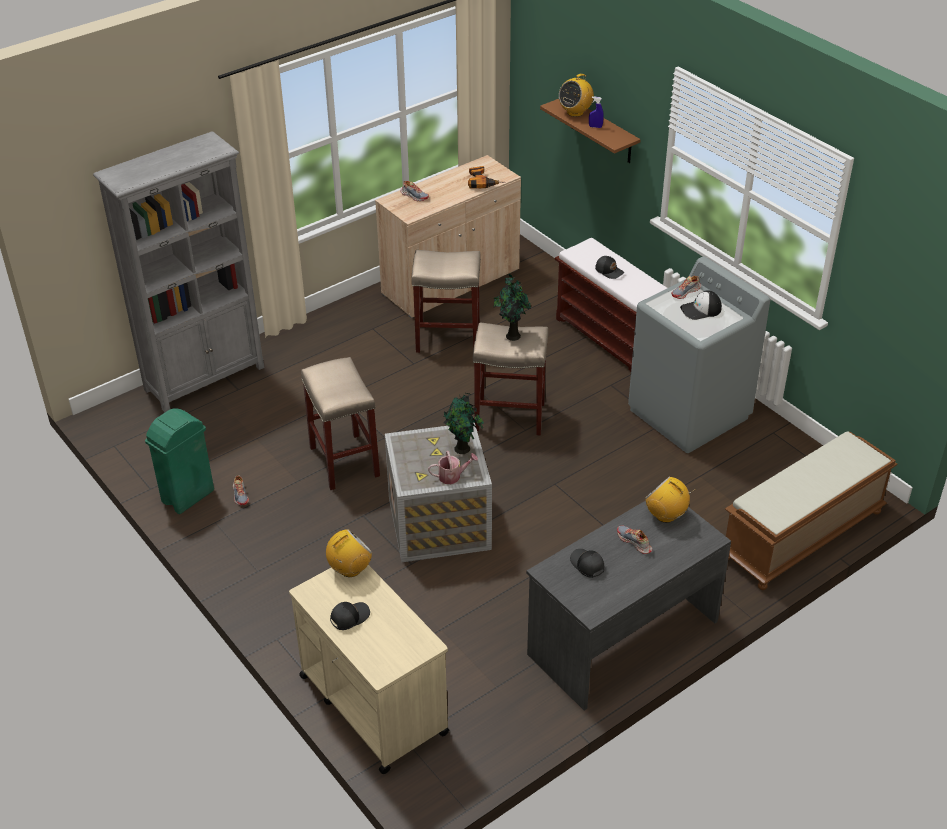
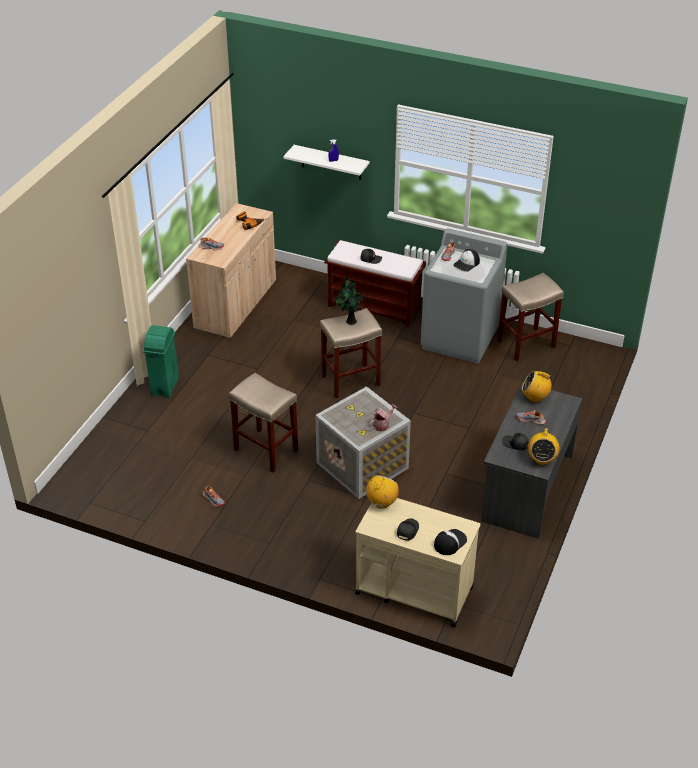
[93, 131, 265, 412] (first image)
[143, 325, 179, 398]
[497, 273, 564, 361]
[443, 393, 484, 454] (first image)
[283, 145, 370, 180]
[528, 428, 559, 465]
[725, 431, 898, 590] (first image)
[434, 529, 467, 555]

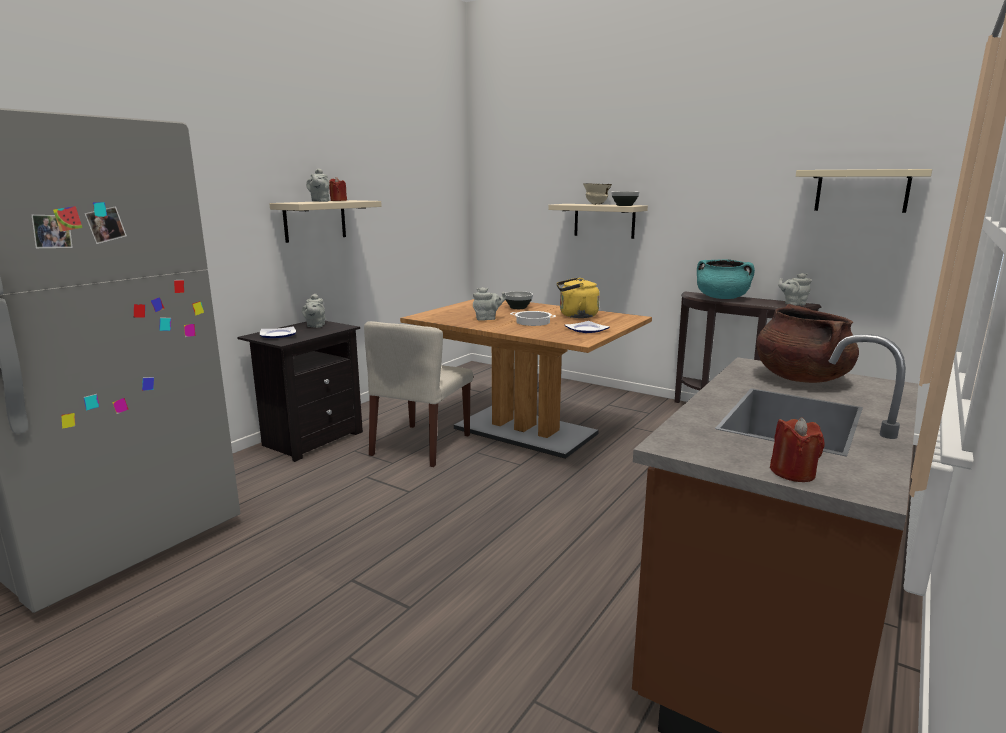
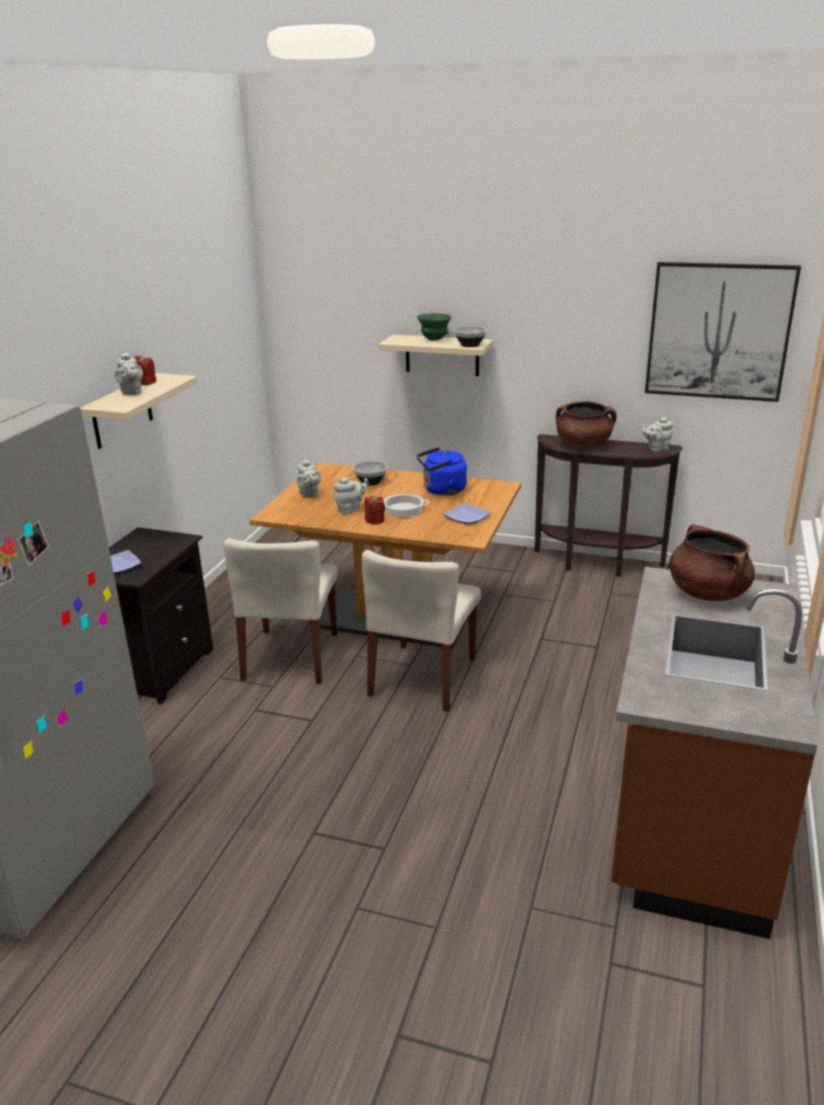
[297, 458, 321, 497]
[417, 447, 467, 496]
[417, 313, 451, 341]
[556, 401, 617, 447]
[365, 495, 385, 525]
[645, 262, 801, 402]
[362, 550, 481, 712]

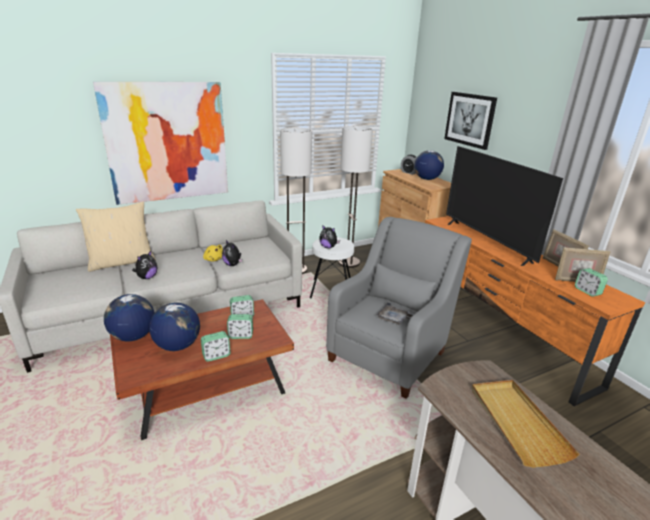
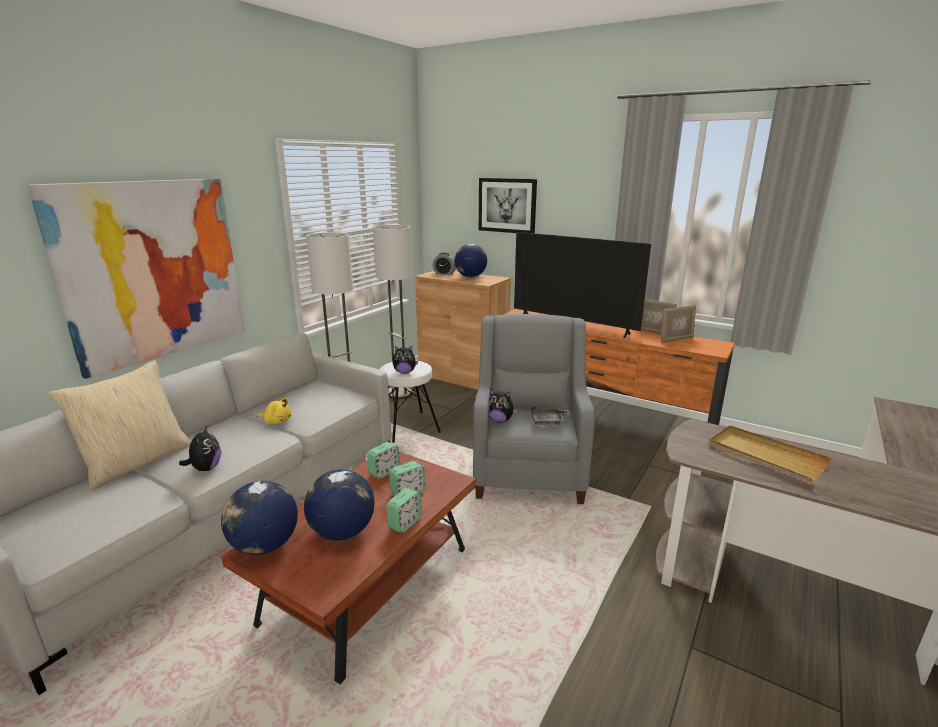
[489, 389, 517, 423]
[575, 268, 608, 296] (first image)

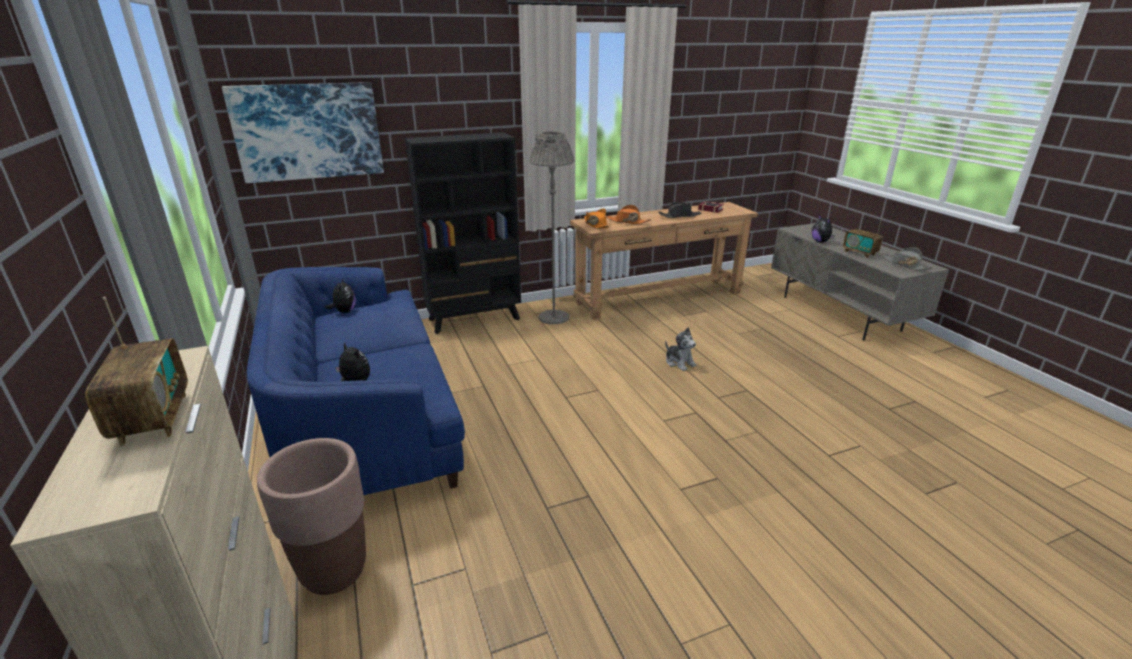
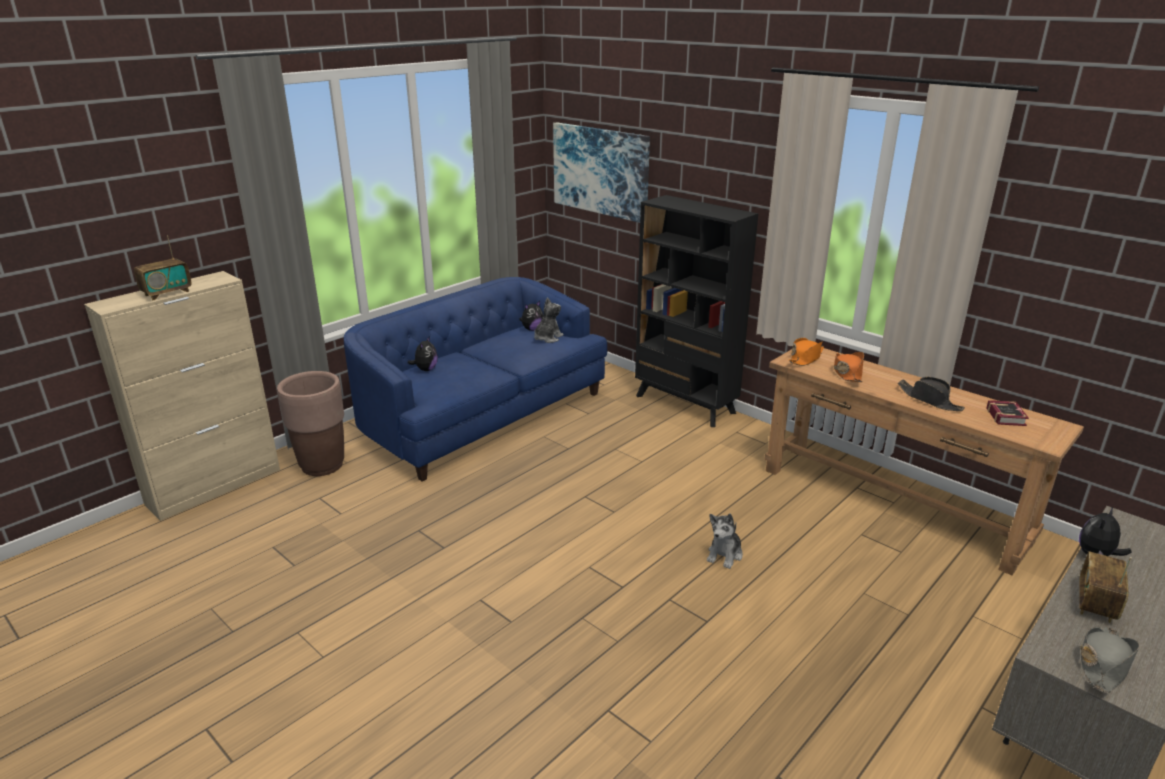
[530, 131, 575, 324] (first image)
[534, 297, 563, 343]

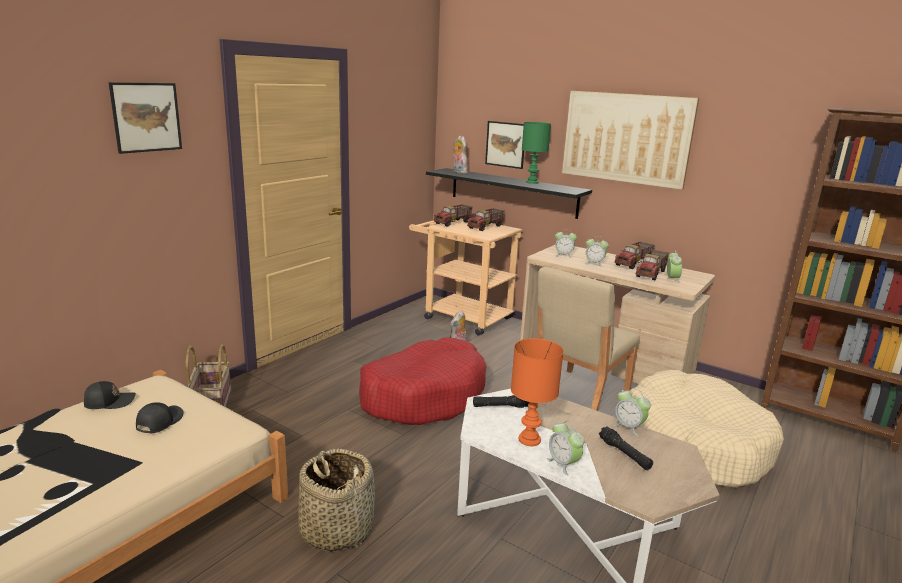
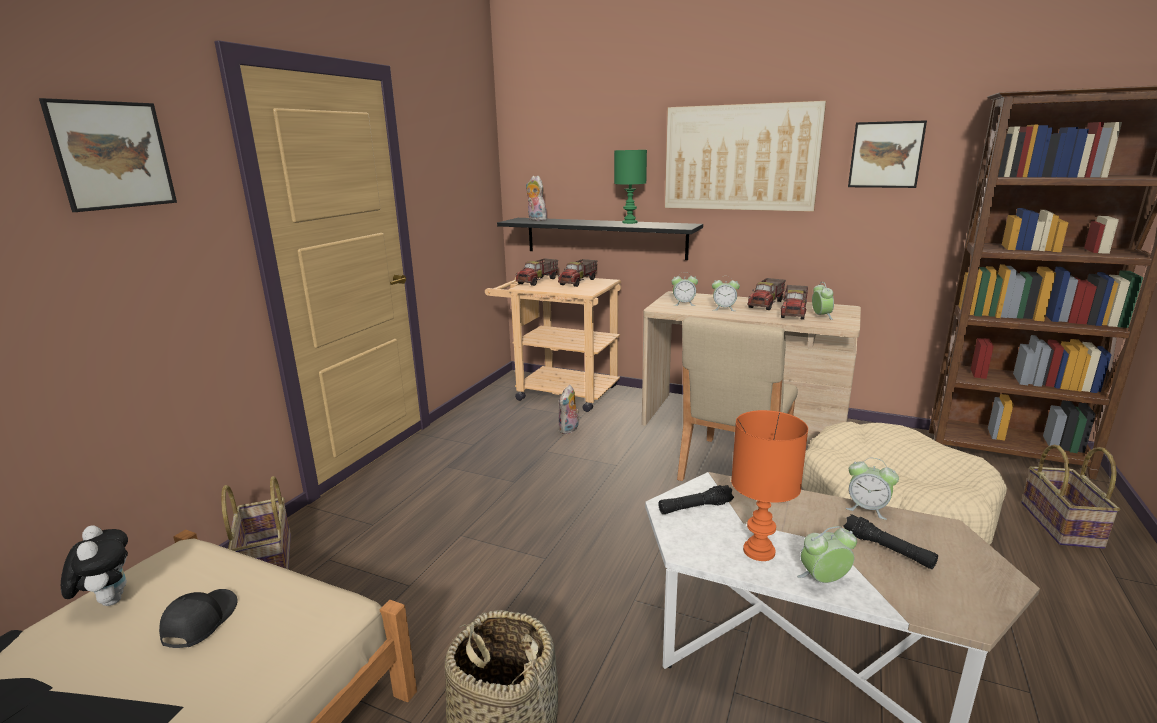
[61, 525, 128, 606]
[359, 337, 486, 425] (first image)
[848, 120, 927, 188]
[797, 526, 857, 583]
[1022, 445, 1120, 549]

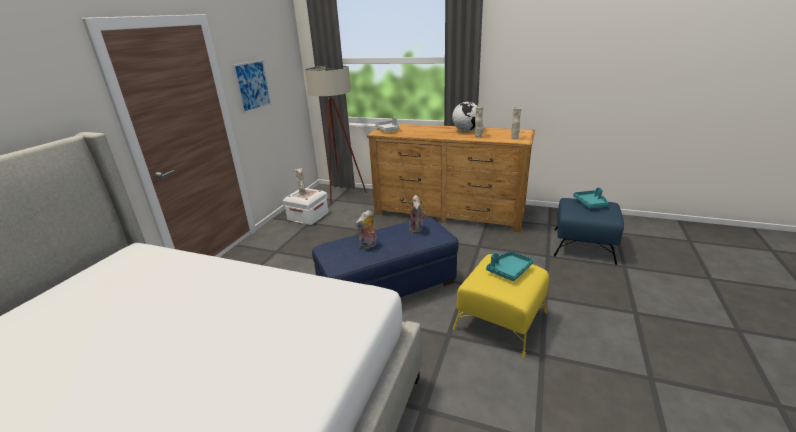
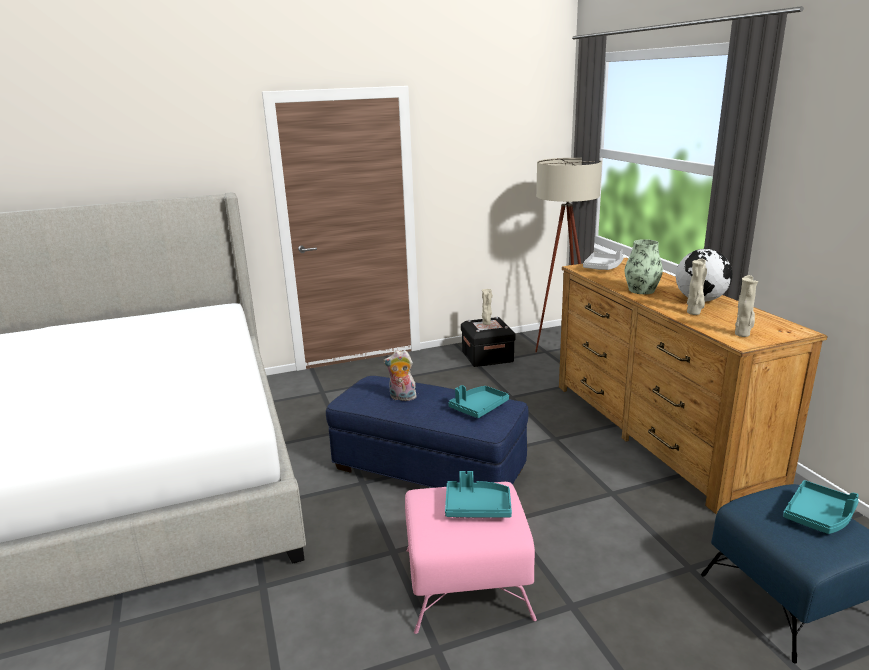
[233, 60, 271, 114] (first image)
[461, 317, 516, 367]
[448, 385, 509, 418]
[405, 482, 537, 634]
[625, 239, 663, 294]

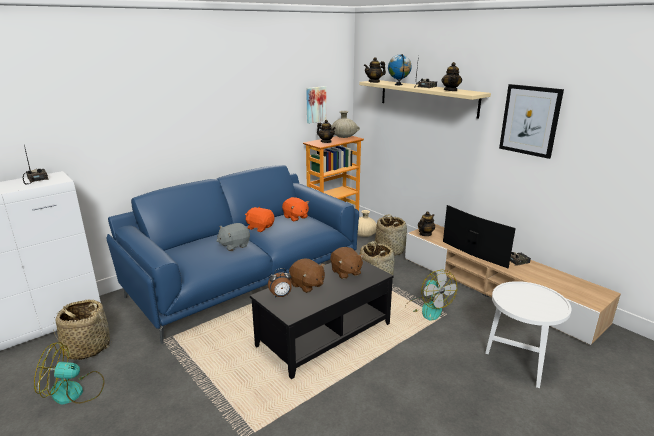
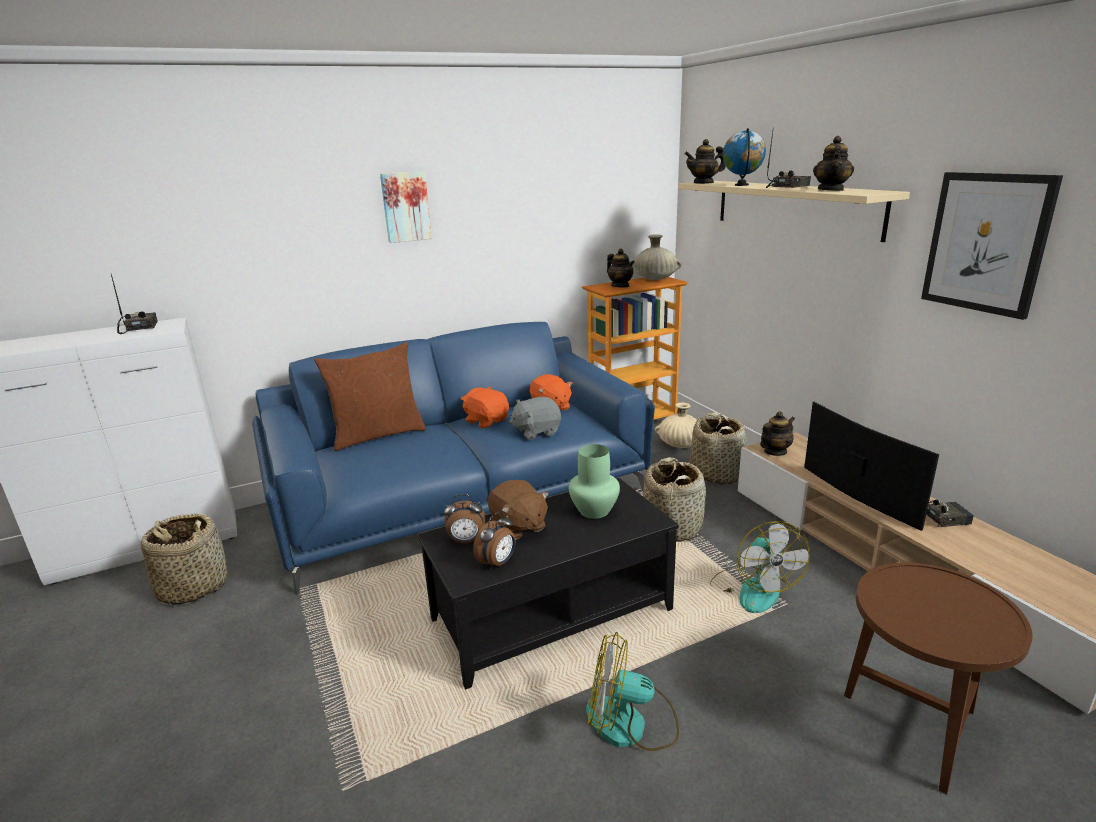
[586, 632, 679, 751]
[509, 397, 561, 439]
[380, 171, 432, 243]
[569, 444, 620, 519]
[844, 562, 1033, 795]
[314, 342, 426, 451]
[473, 512, 515, 570]

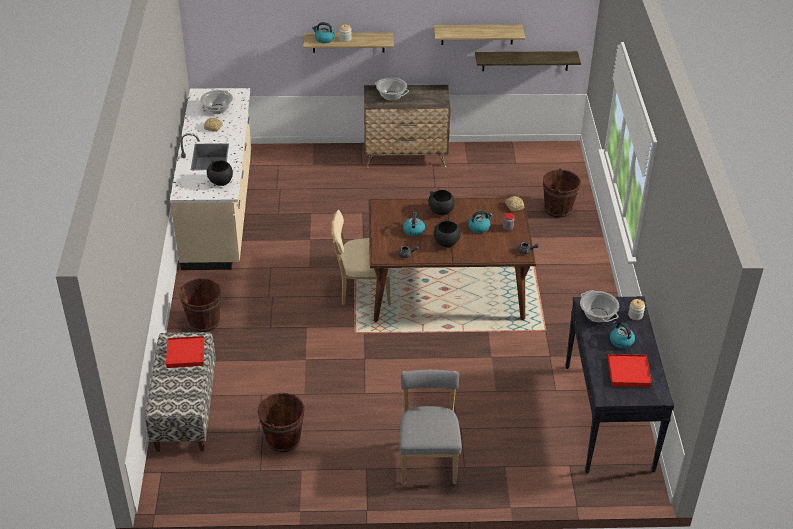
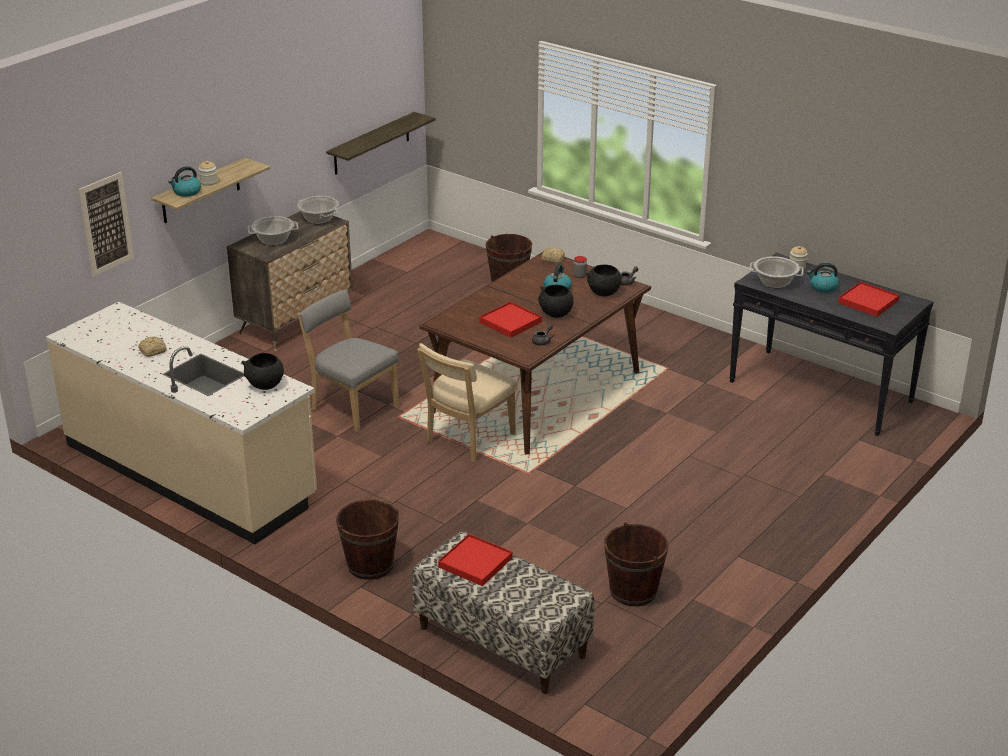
[297, 196, 339, 224]
[298, 289, 399, 432]
[479, 302, 542, 338]
[586, 265, 622, 296]
[434, 25, 525, 45] (first image)
[78, 172, 134, 276]

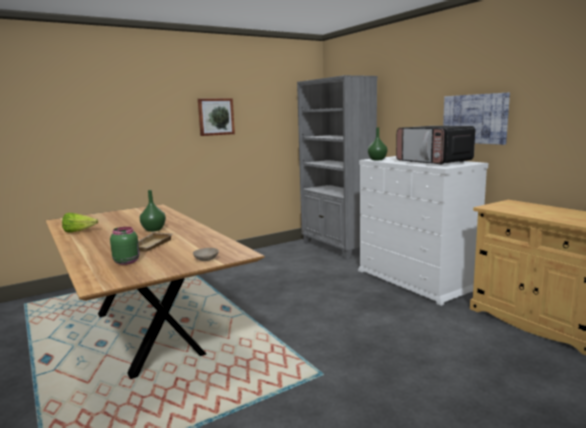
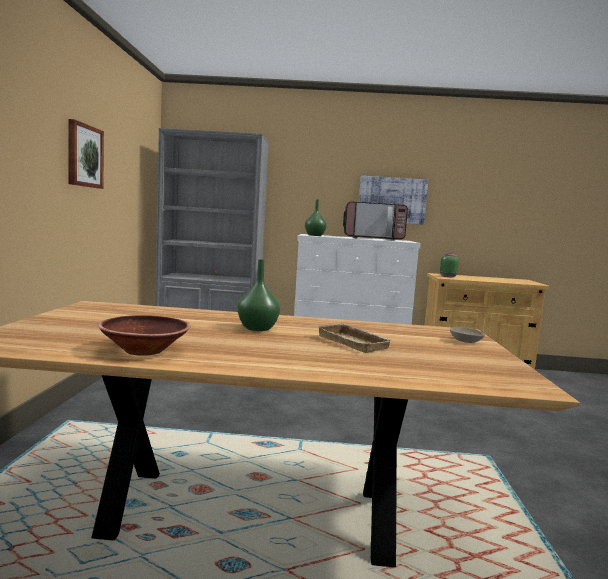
[98, 315, 191, 356]
[440, 253, 459, 277]

